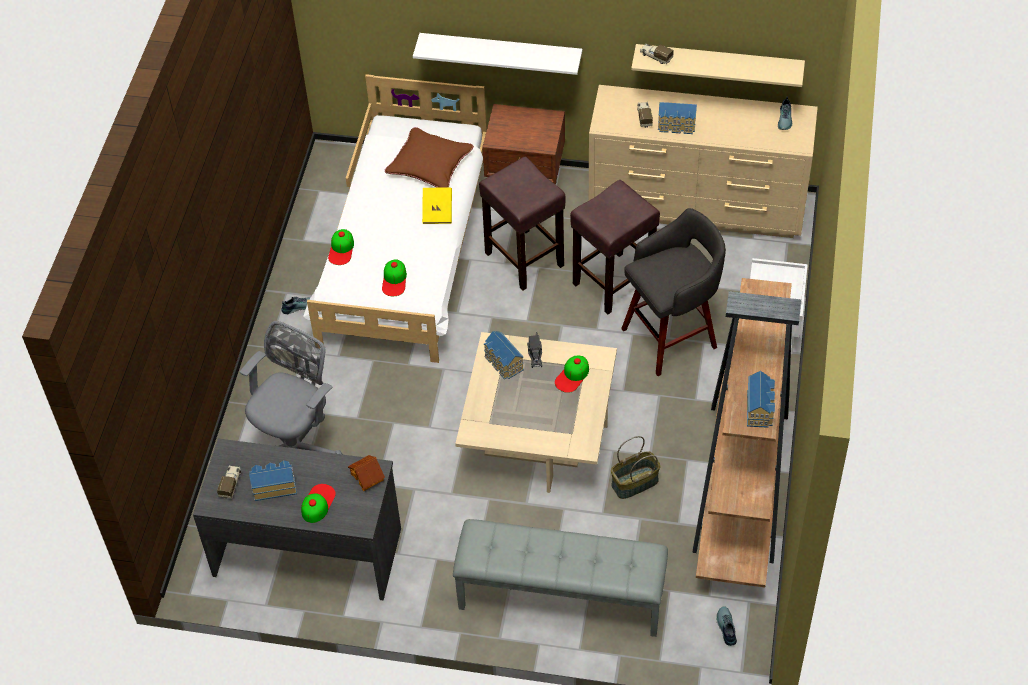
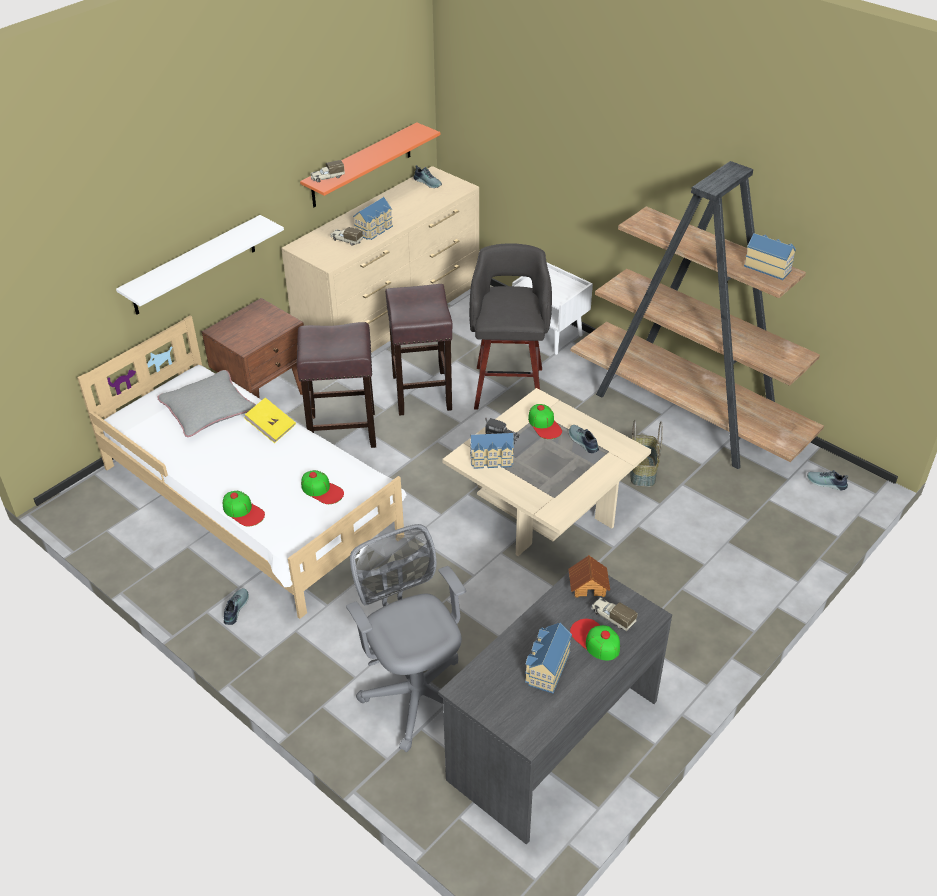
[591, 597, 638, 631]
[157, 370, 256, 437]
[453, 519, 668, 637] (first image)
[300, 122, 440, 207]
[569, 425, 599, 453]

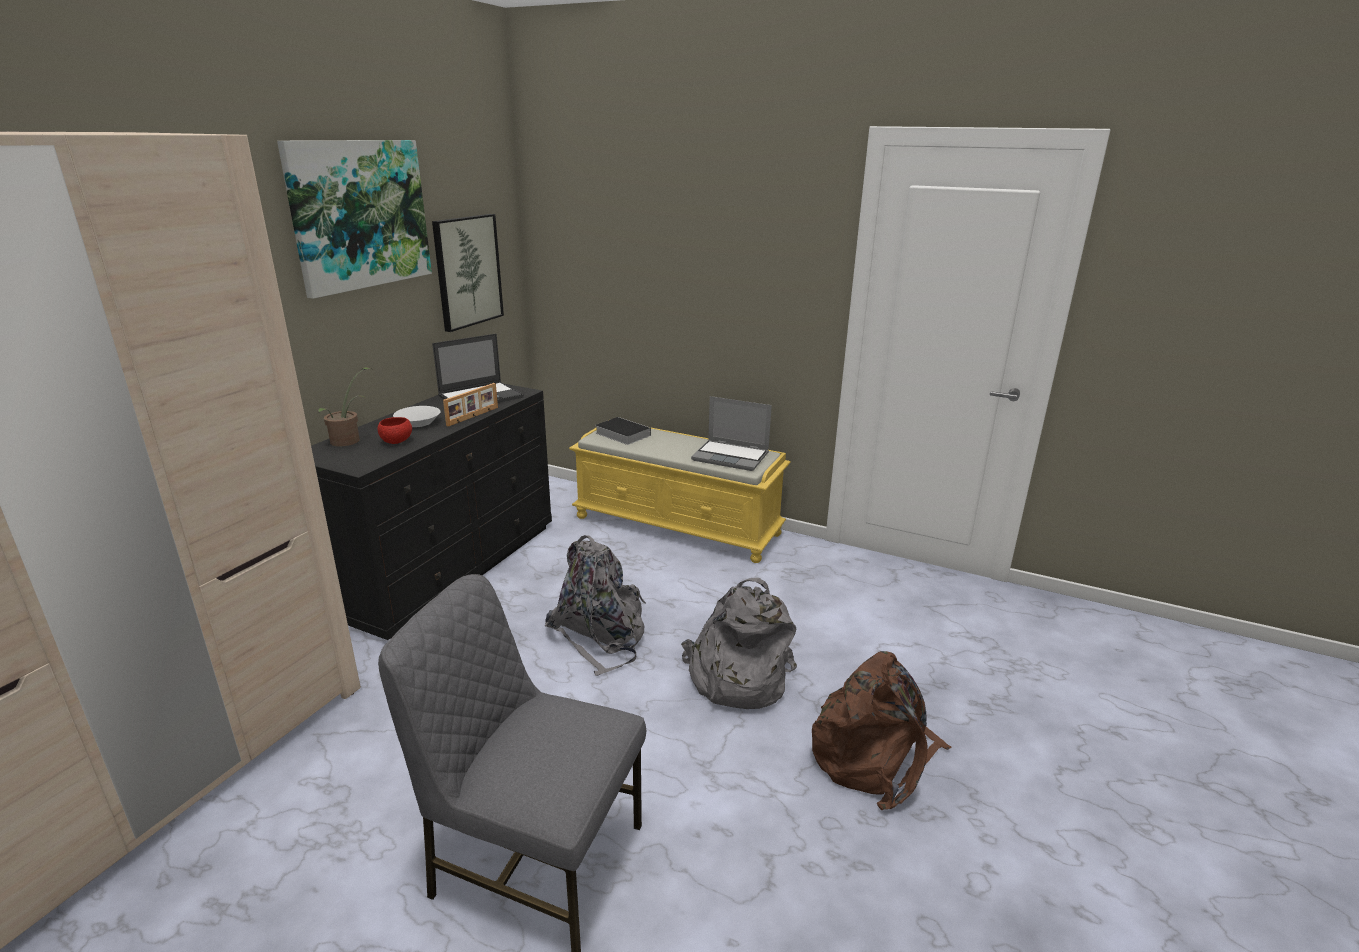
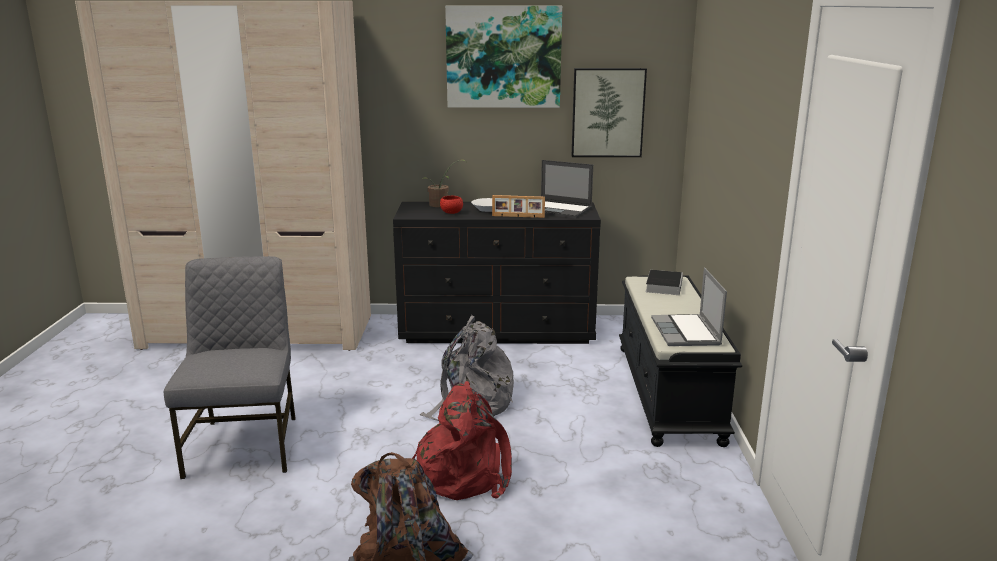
[619, 276, 742, 447]
[412, 381, 512, 500]

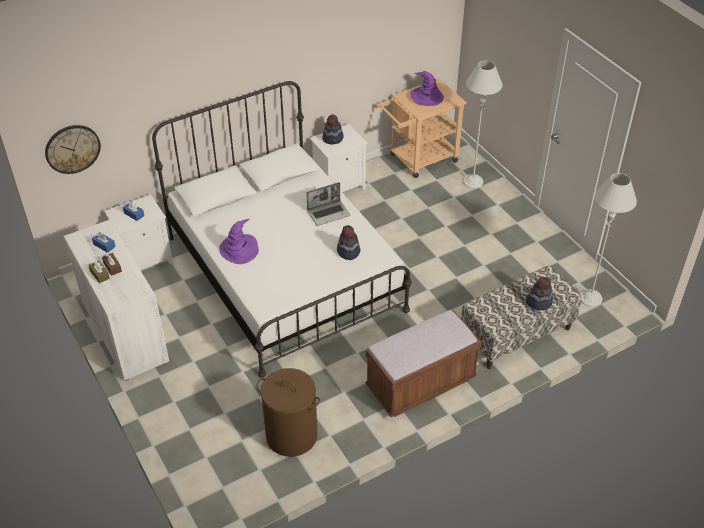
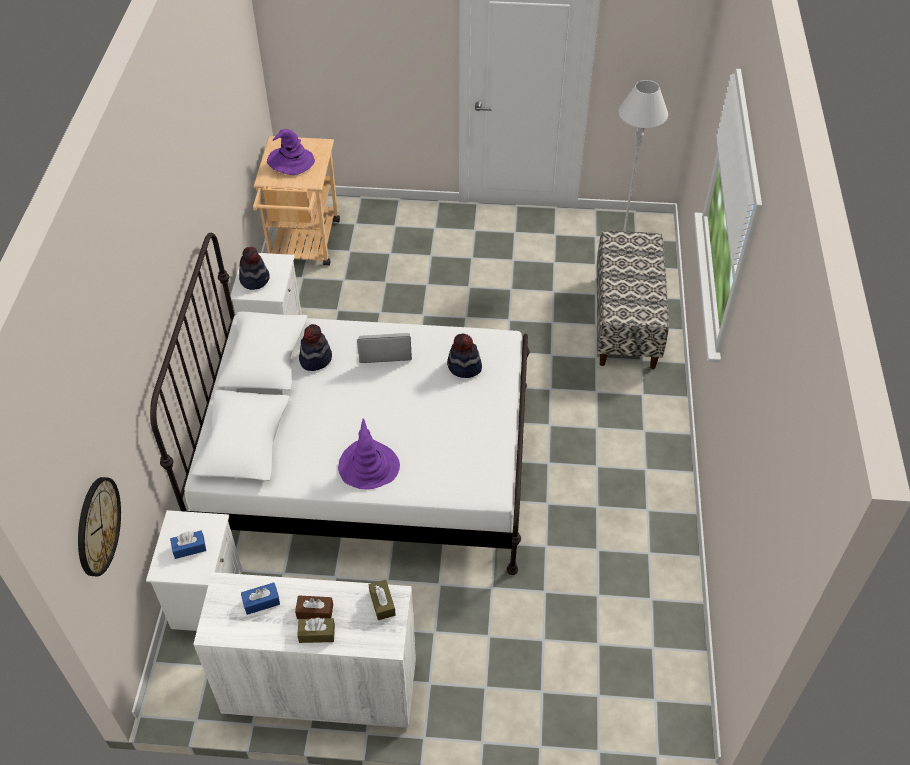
[256, 368, 320, 457] (first image)
[357, 333, 412, 363]
[365, 310, 481, 417] (first image)
[463, 60, 503, 188] (first image)
[299, 324, 332, 371]
[369, 580, 396, 620]

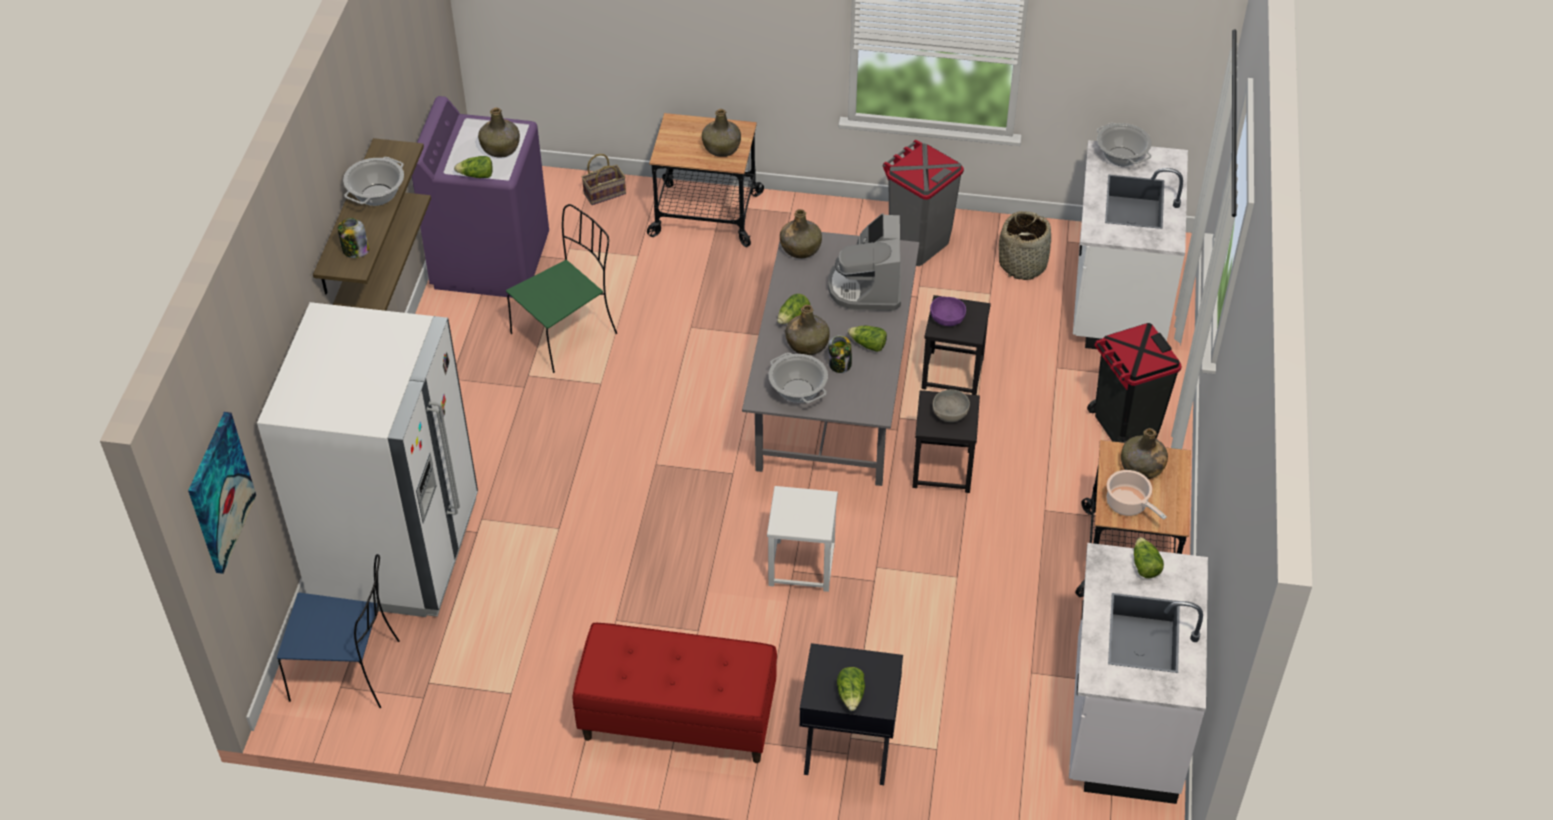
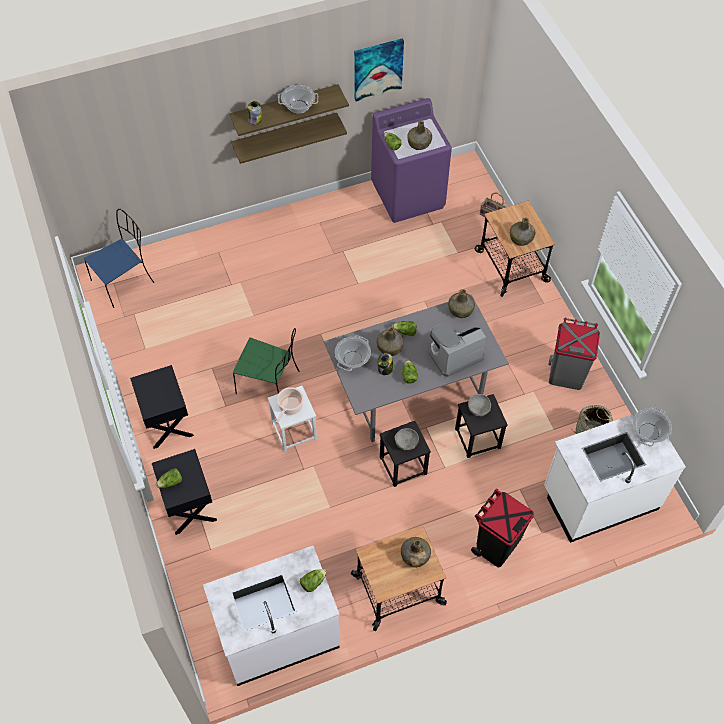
[354, 38, 404, 101]
[257, 302, 478, 617] (first image)
[84, 209, 154, 308]
[233, 328, 300, 394]
[130, 365, 194, 449]
[468, 394, 491, 416]
[276, 387, 304, 423]

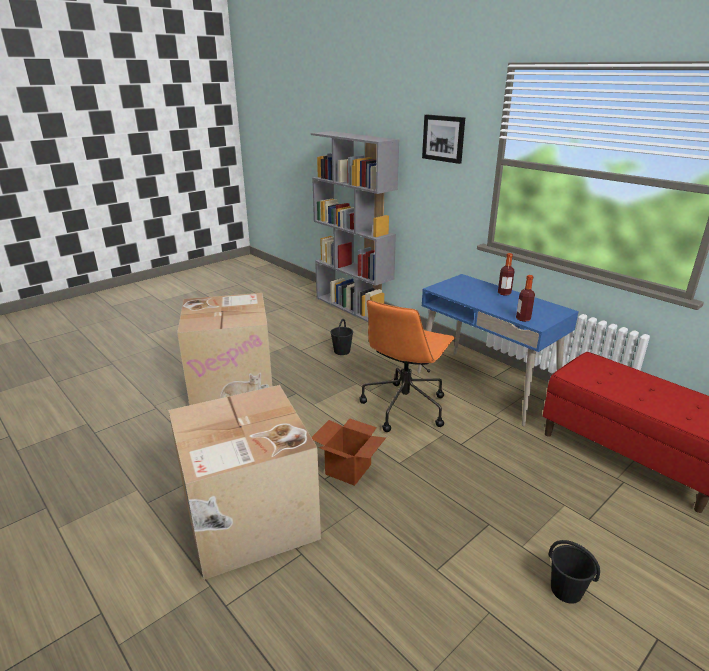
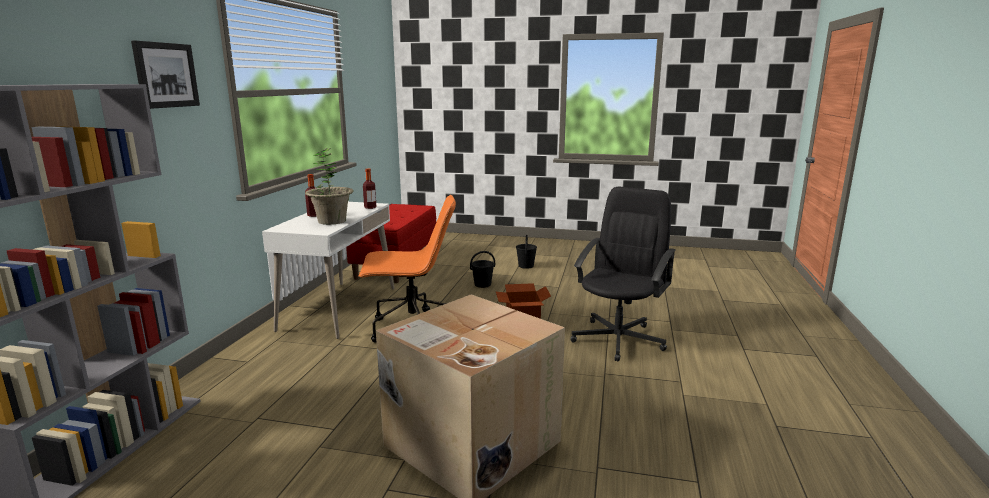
[570, 186, 676, 362]
[470, 251, 495, 288]
[262, 202, 394, 339]
[305, 148, 354, 225]

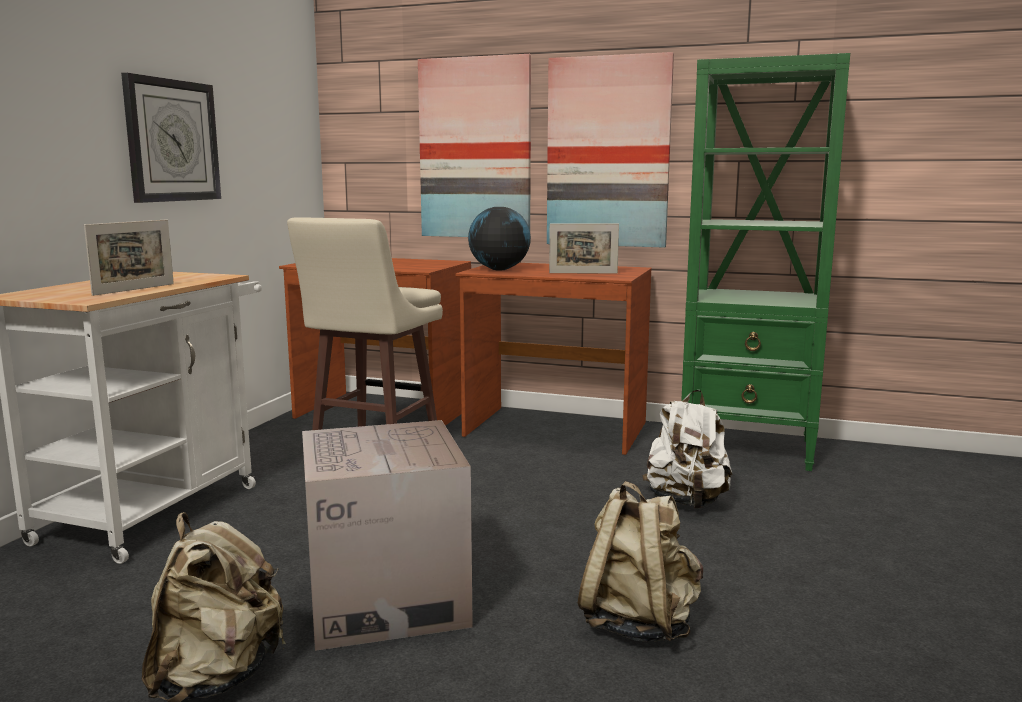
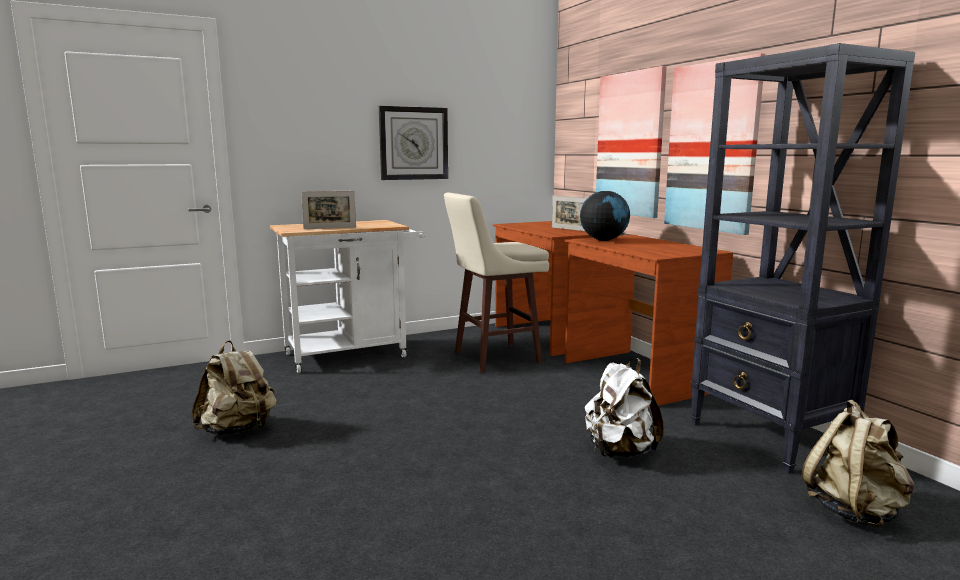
[302, 420, 473, 651] (first image)
[552, 196, 587, 231]
[802, 399, 914, 527]
[690, 43, 915, 474]

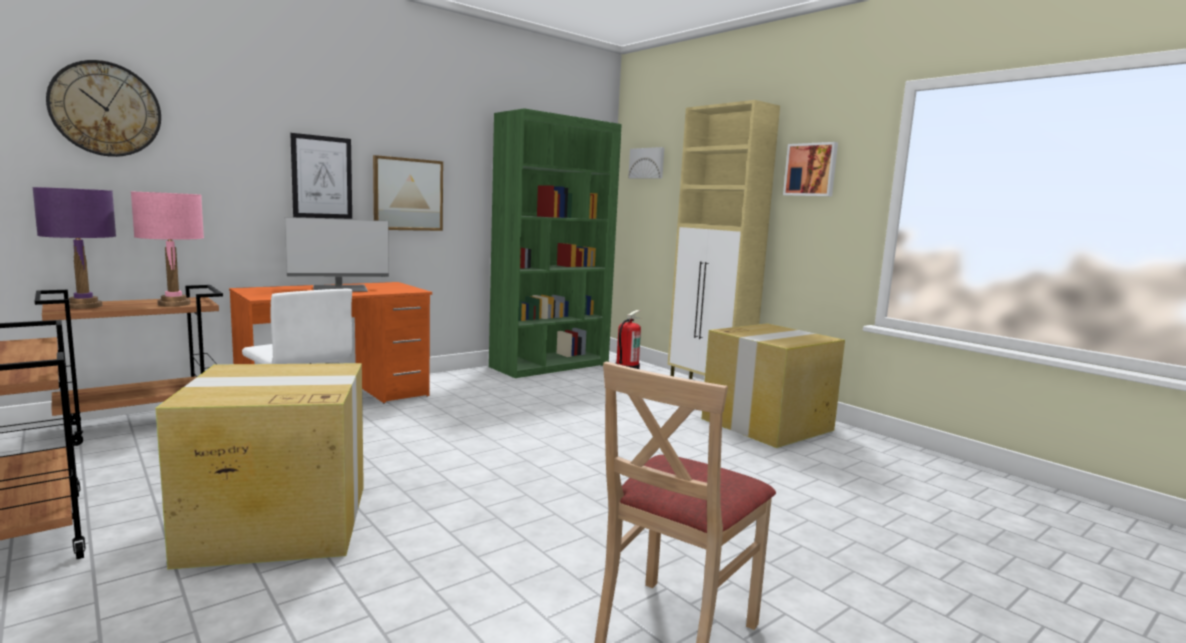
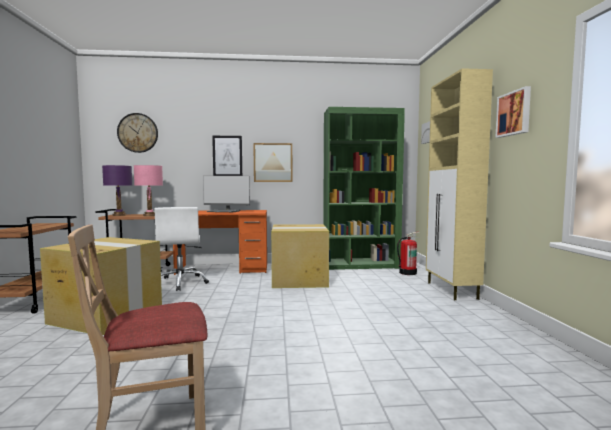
[271, 224, 329, 288]

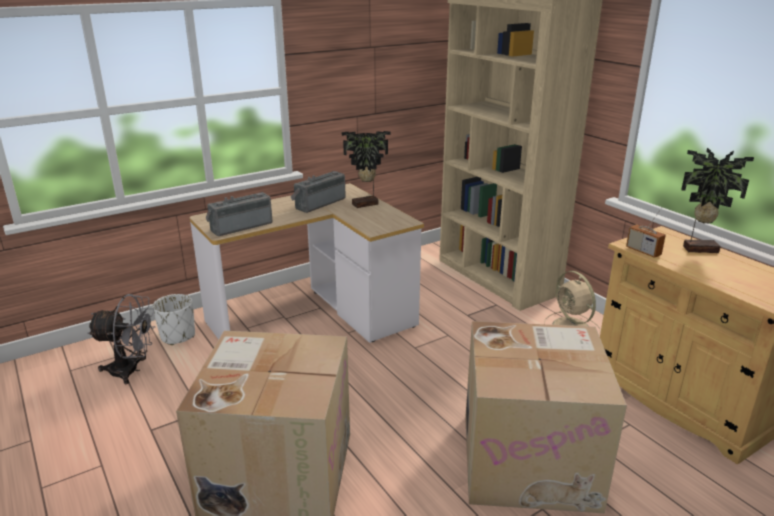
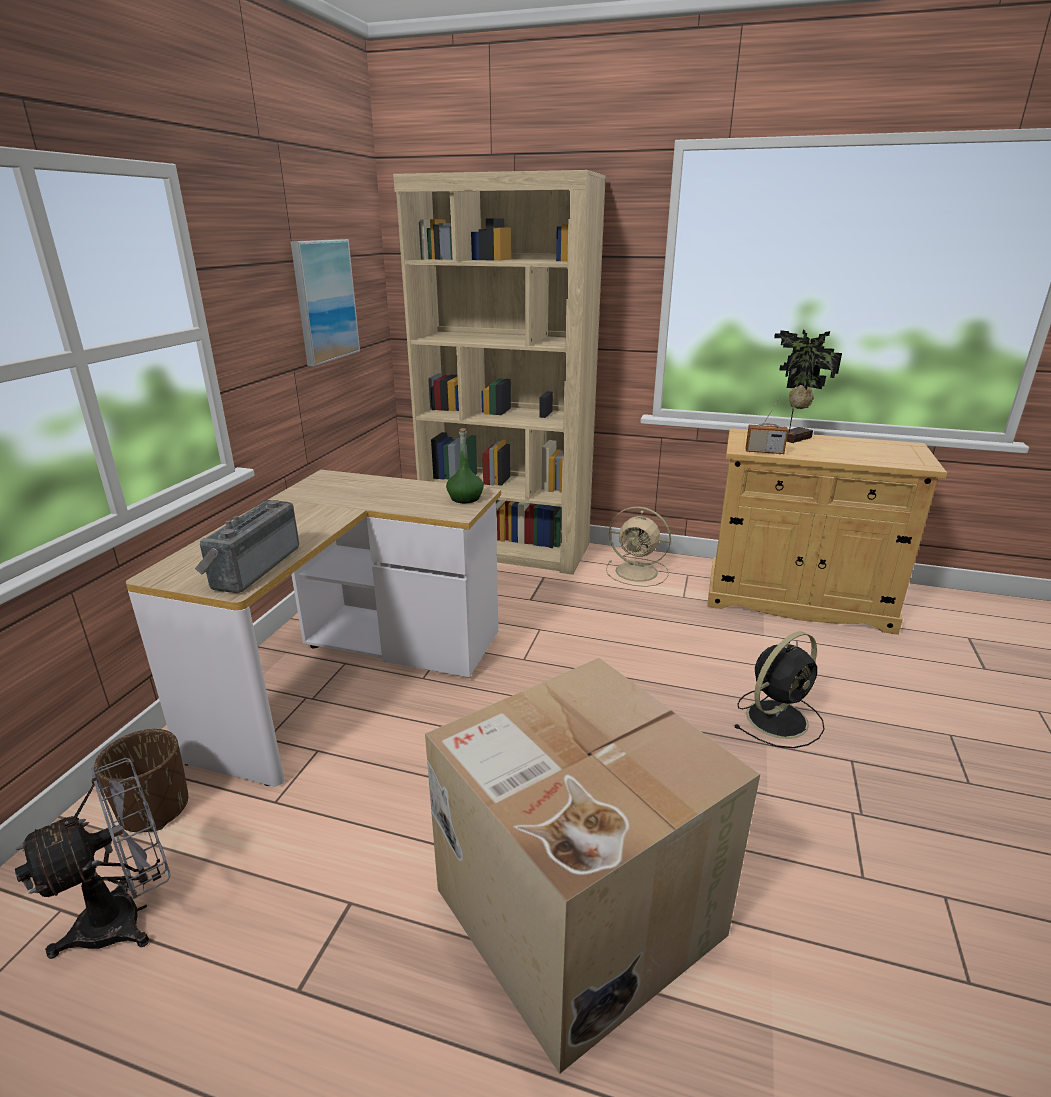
[94, 729, 188, 832]
[291, 171, 346, 213] (first image)
[342, 131, 391, 208] (first image)
[734, 632, 824, 748]
[291, 239, 360, 366]
[446, 428, 484, 503]

